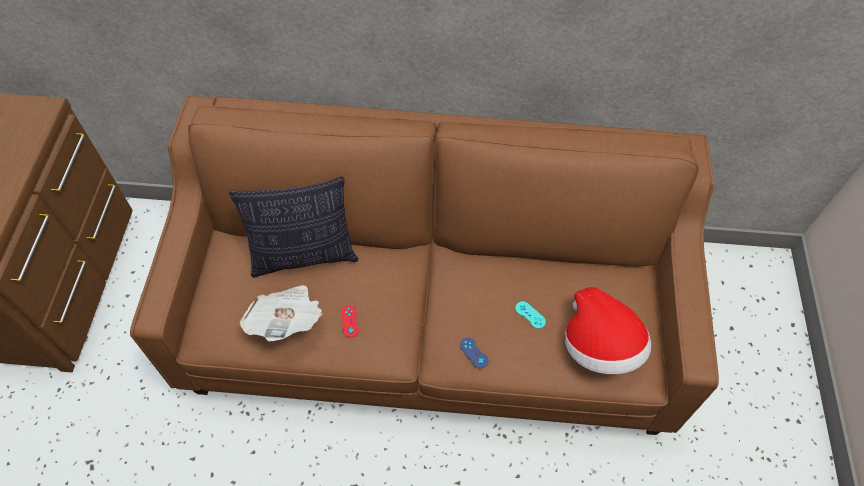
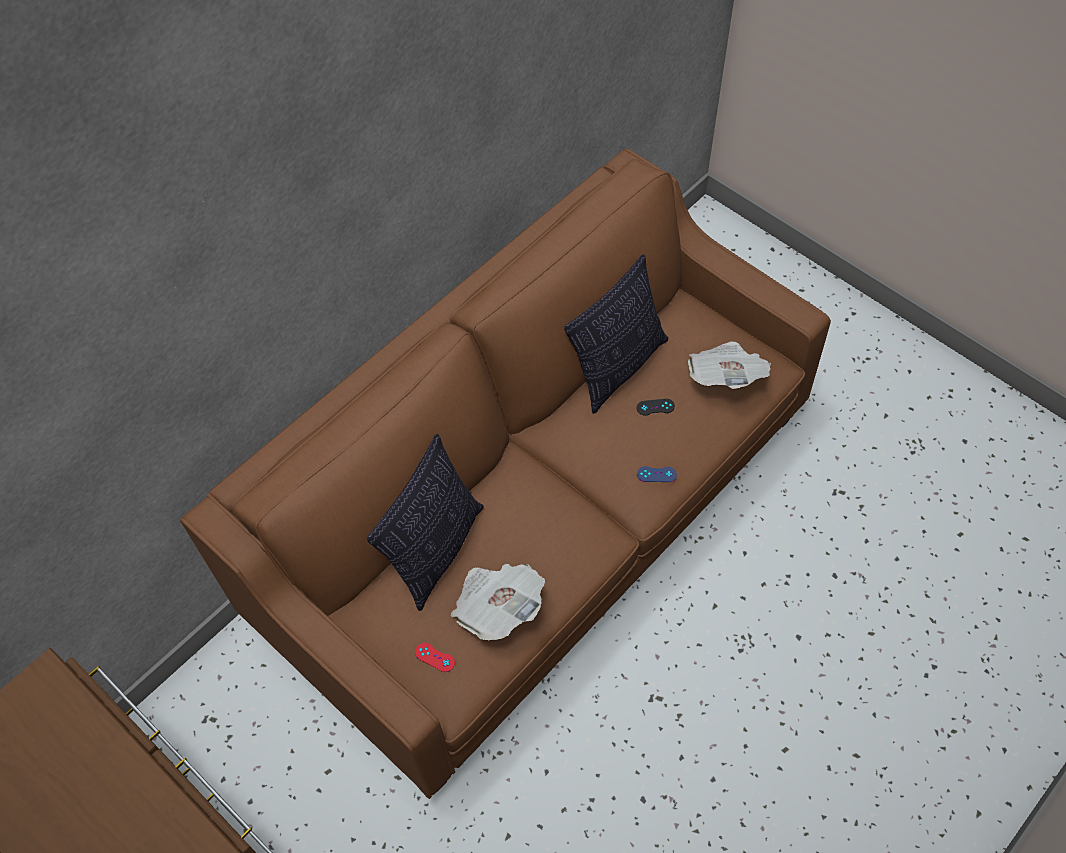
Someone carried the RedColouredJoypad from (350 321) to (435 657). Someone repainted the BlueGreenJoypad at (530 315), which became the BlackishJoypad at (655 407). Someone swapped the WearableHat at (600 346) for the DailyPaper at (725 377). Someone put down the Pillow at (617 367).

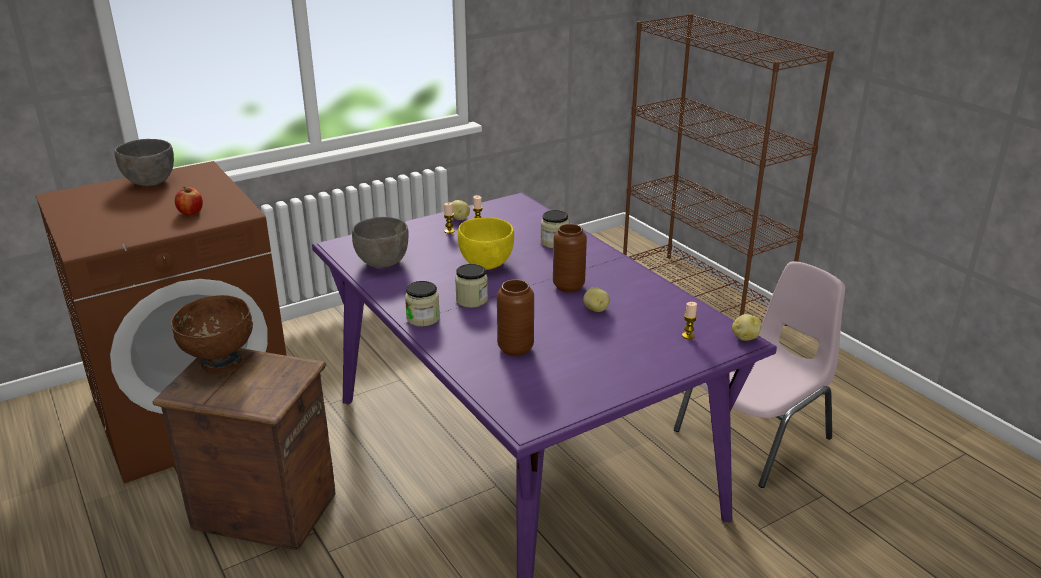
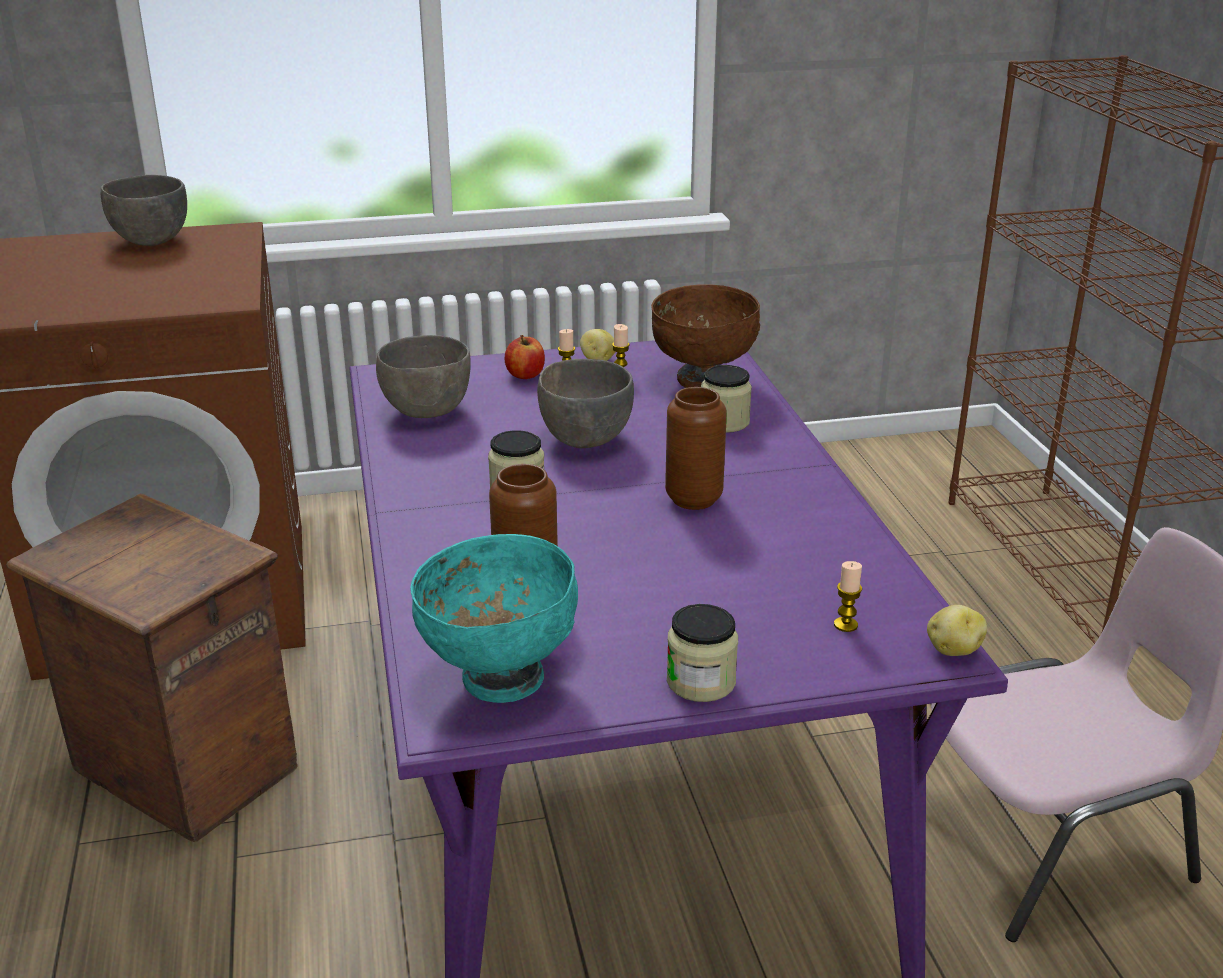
Someone carried the BrownColouredServingBowl from (220 363) to (702 380). Someone carried the Apple from (191 212) to (525 375). Someone carried the StorageJar from (423 318) to (701 682). Someone repainted the YellowColouredServingBowl at (486 263), which became the GreyServingBowl at (585 438). Someone took away the Spud at (595 309). Someone put down the BlueGreenServingBowl at (500 678).

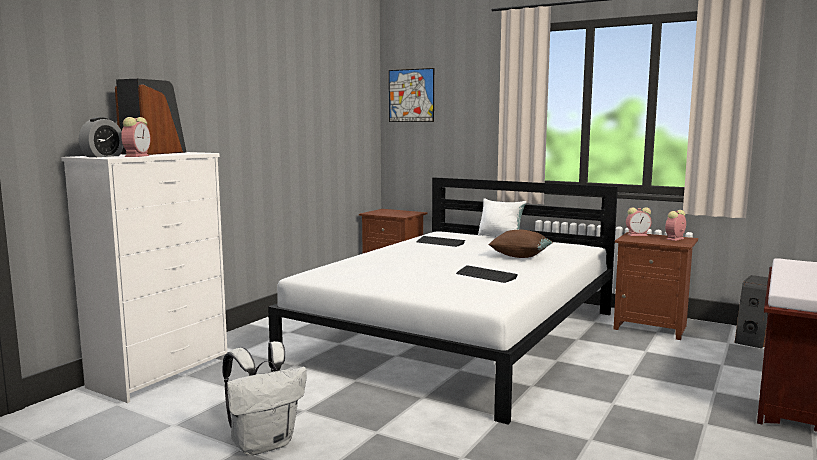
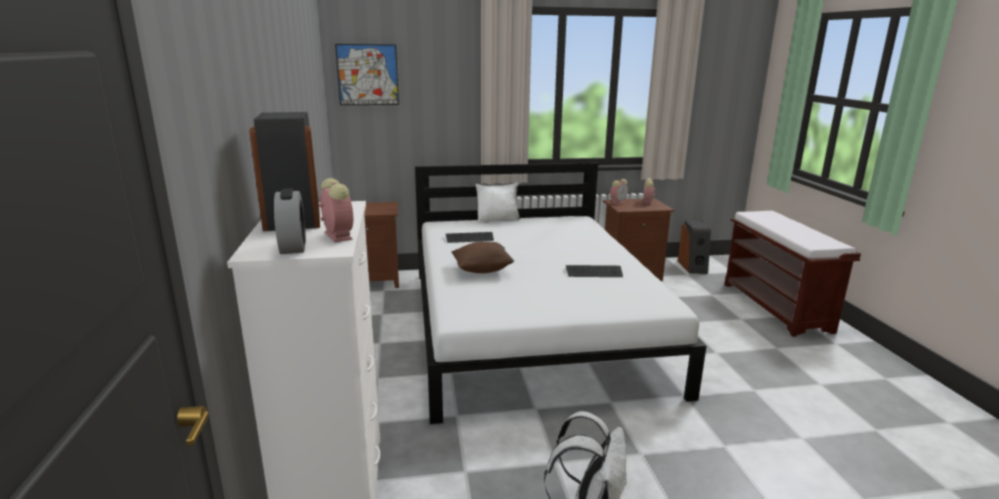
Someone carried the BrownColouredPillow from (520 256) to (482 270).

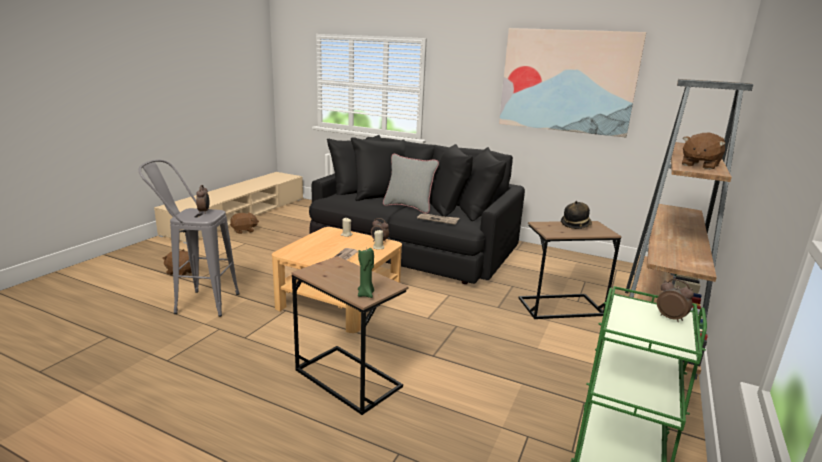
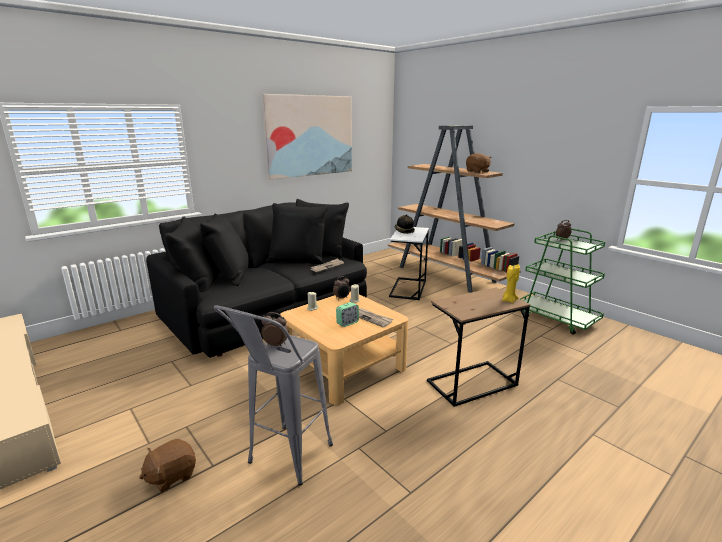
Someone took away the BrownColouredPlushToy at (244 230). Someone repainted the GreenWaxCandle at (366 294), which became the YellowColouredWaxCandle at (509 300). Someone took away the GreyPillow at (409 207). Someone repainted the BrownColouredEndTable at (560 307), which became the WhiteEndTable at (408 288). Someone put down the AlarmClock at (347 323).

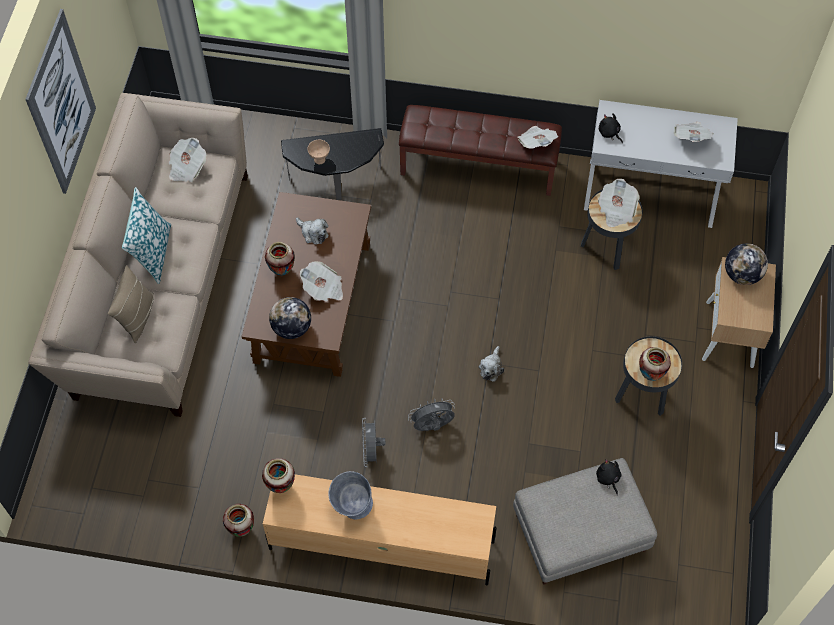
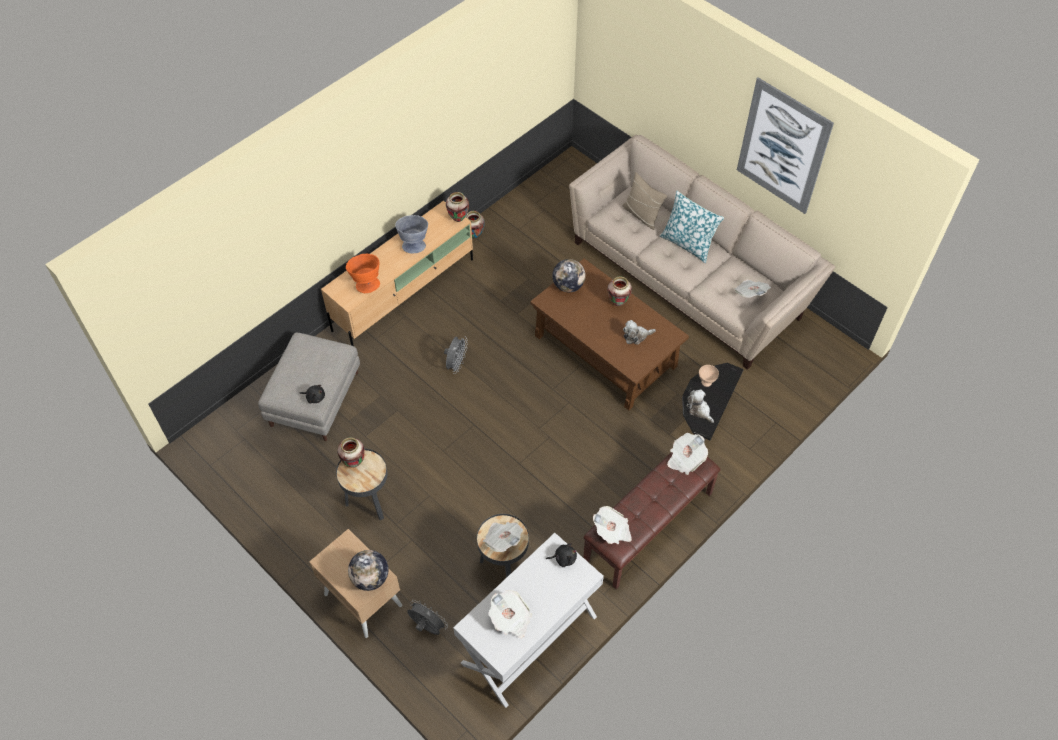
Someone carried the DailyPaper from (323 289) to (685 459). Someone carried the GreyCoolingFan from (371 452) to (427 627). Someone carried the PlushToy from (491 367) to (699 410). Someone put down the OrangeyServingBowl at (366 283).

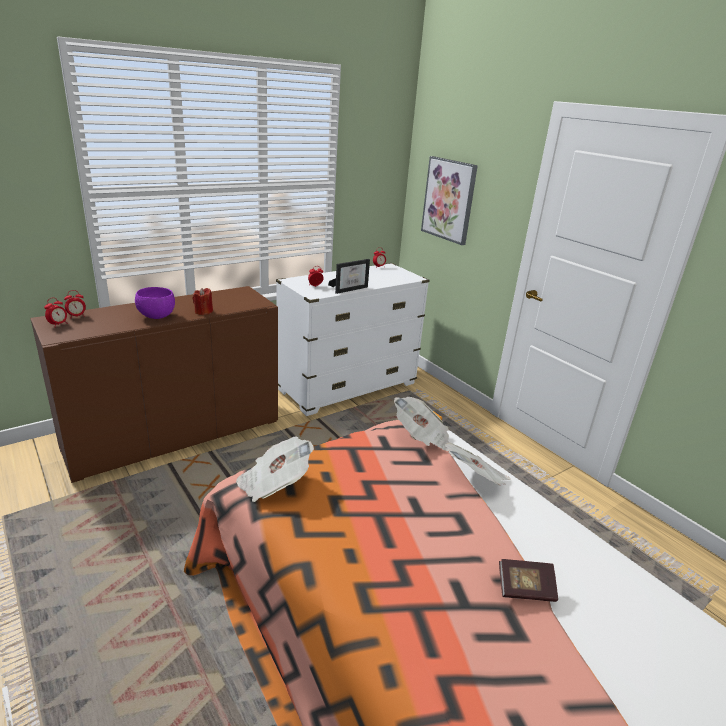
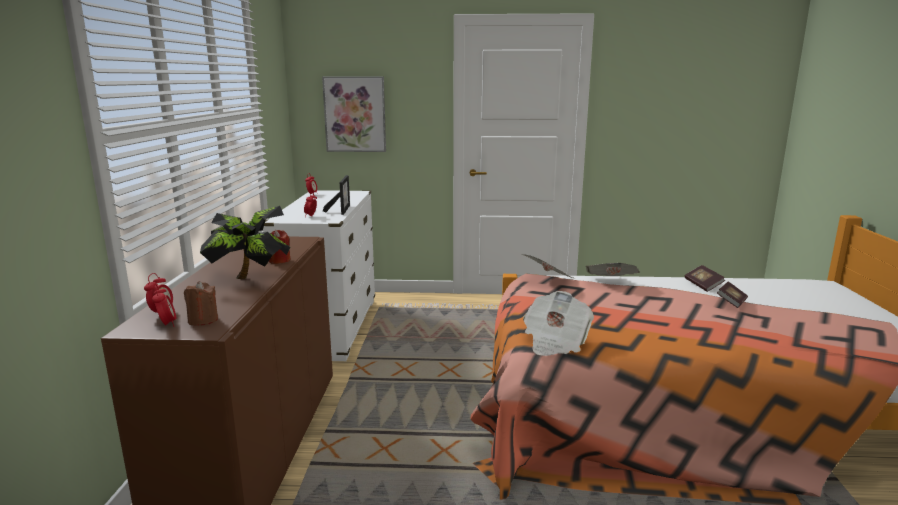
Someone swapped the PurpleServingBowl at (157 317) for the PlantInAPot at (250 278). Someone put down the BrownColouredWaxCandle at (203 320). Someone put down the Book at (703 285).

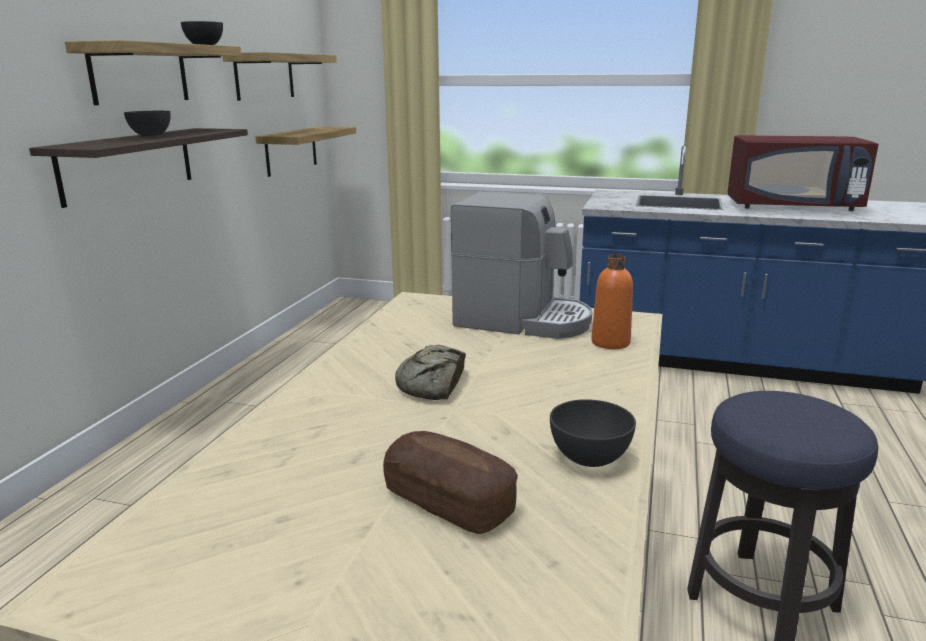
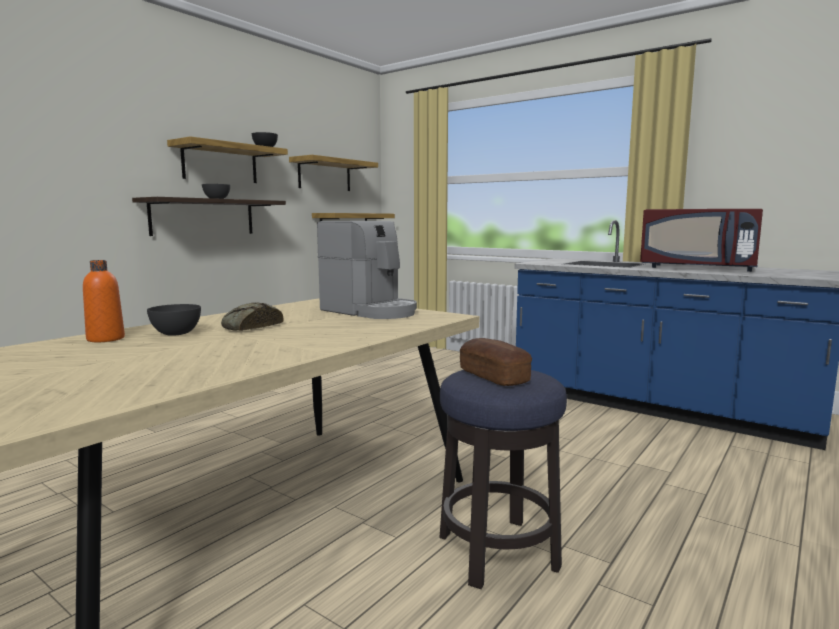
Someone carried the BakeryBread from (449 502) to (493 377). Someone carried the GreyServingBowl from (590 457) to (176 334). Someone carried the OrangeyBottle from (610 343) to (105 339).

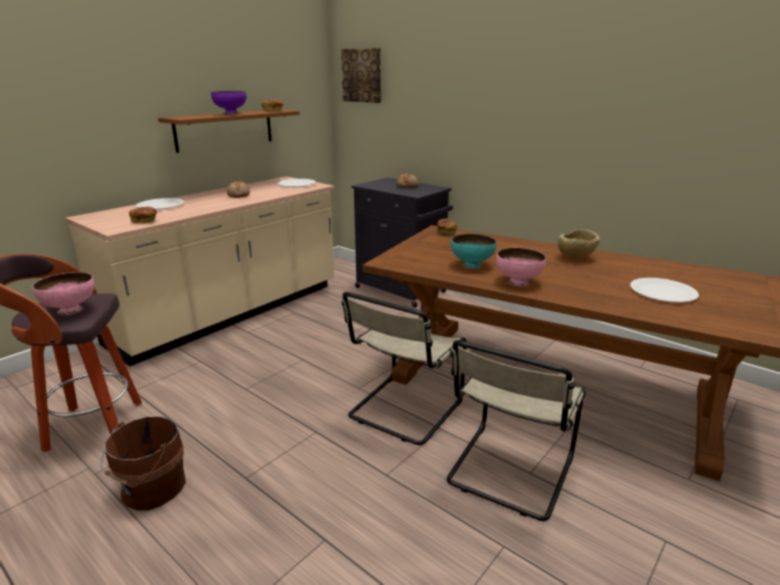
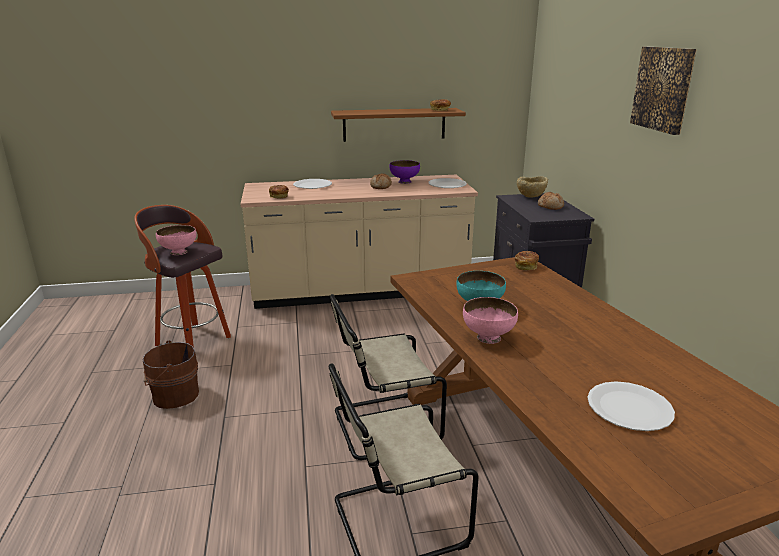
Someone carried the PurpleServingBowl from (230 113) to (404 181). Someone carried the WallArt from (362 75) to (663 89). Someone carried the SandColouredServingBowl from (575 258) to (530 197).

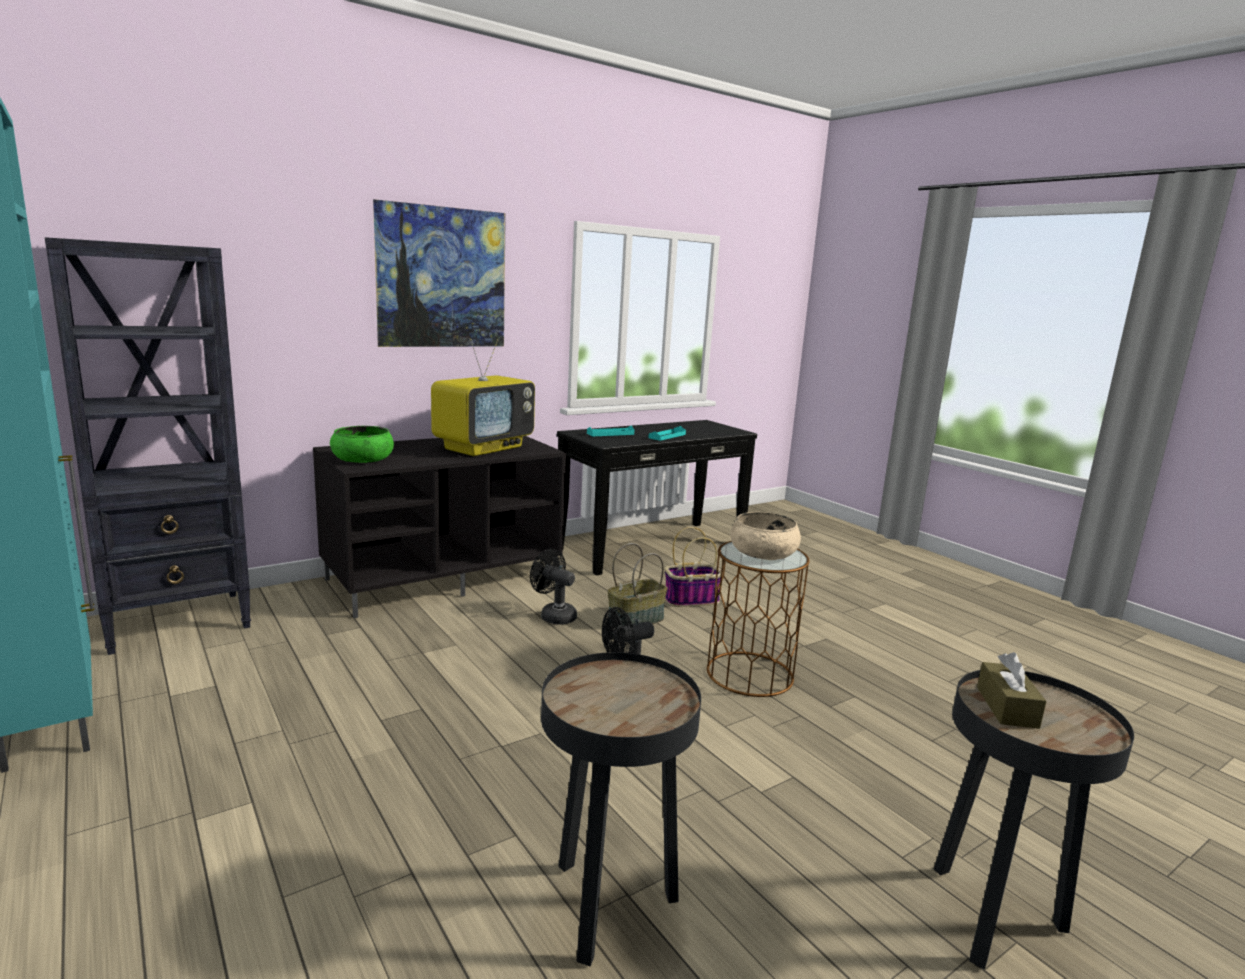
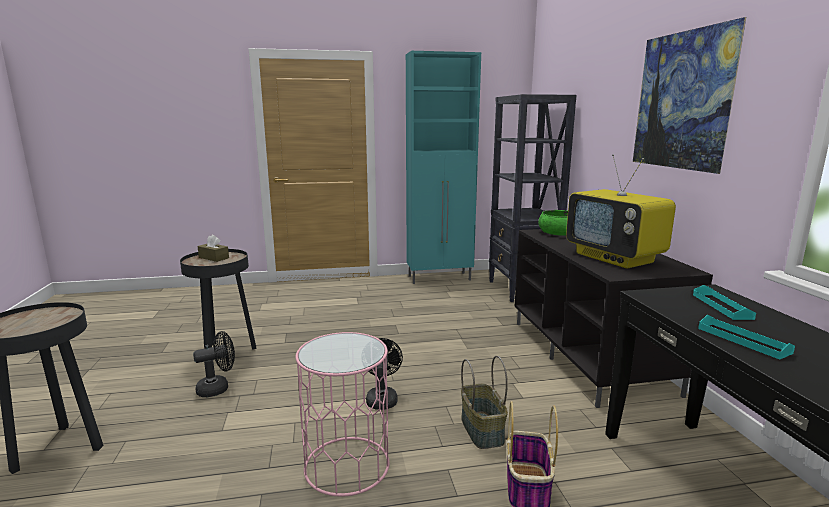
Someone carried the BlackishCoolingFan from (554 615) to (218 388). Someone repainted the BrownColouredEndTable at (750 674), which became the PinkEndTable at (347 465). Someone took away the SandColouredServingBowl at (763 552). Someone carried the BrownColouredTissueBox from (1007 707) to (214 258).

